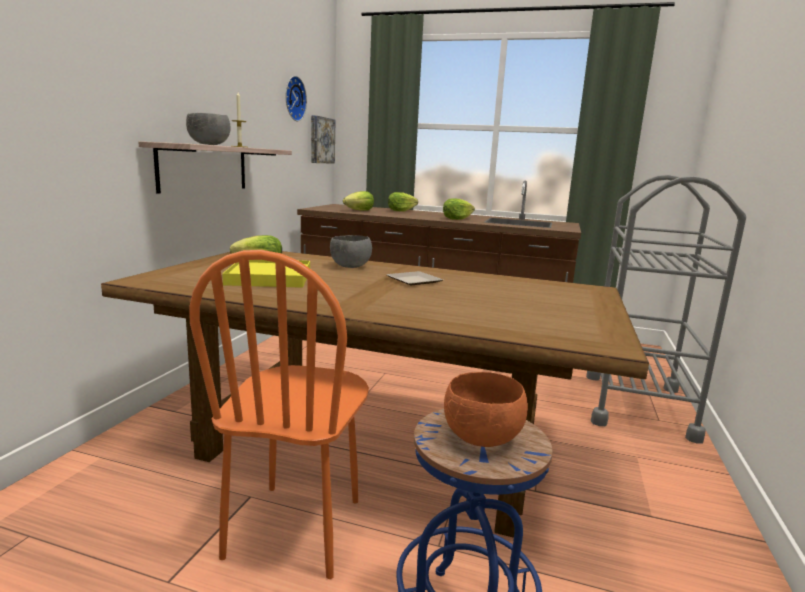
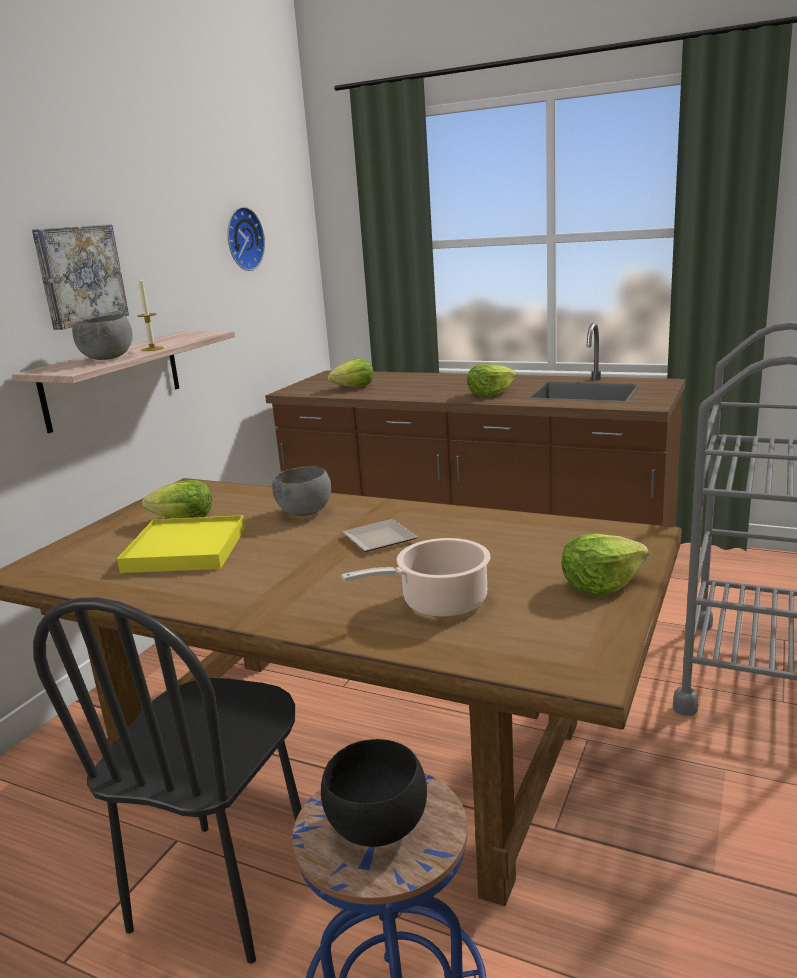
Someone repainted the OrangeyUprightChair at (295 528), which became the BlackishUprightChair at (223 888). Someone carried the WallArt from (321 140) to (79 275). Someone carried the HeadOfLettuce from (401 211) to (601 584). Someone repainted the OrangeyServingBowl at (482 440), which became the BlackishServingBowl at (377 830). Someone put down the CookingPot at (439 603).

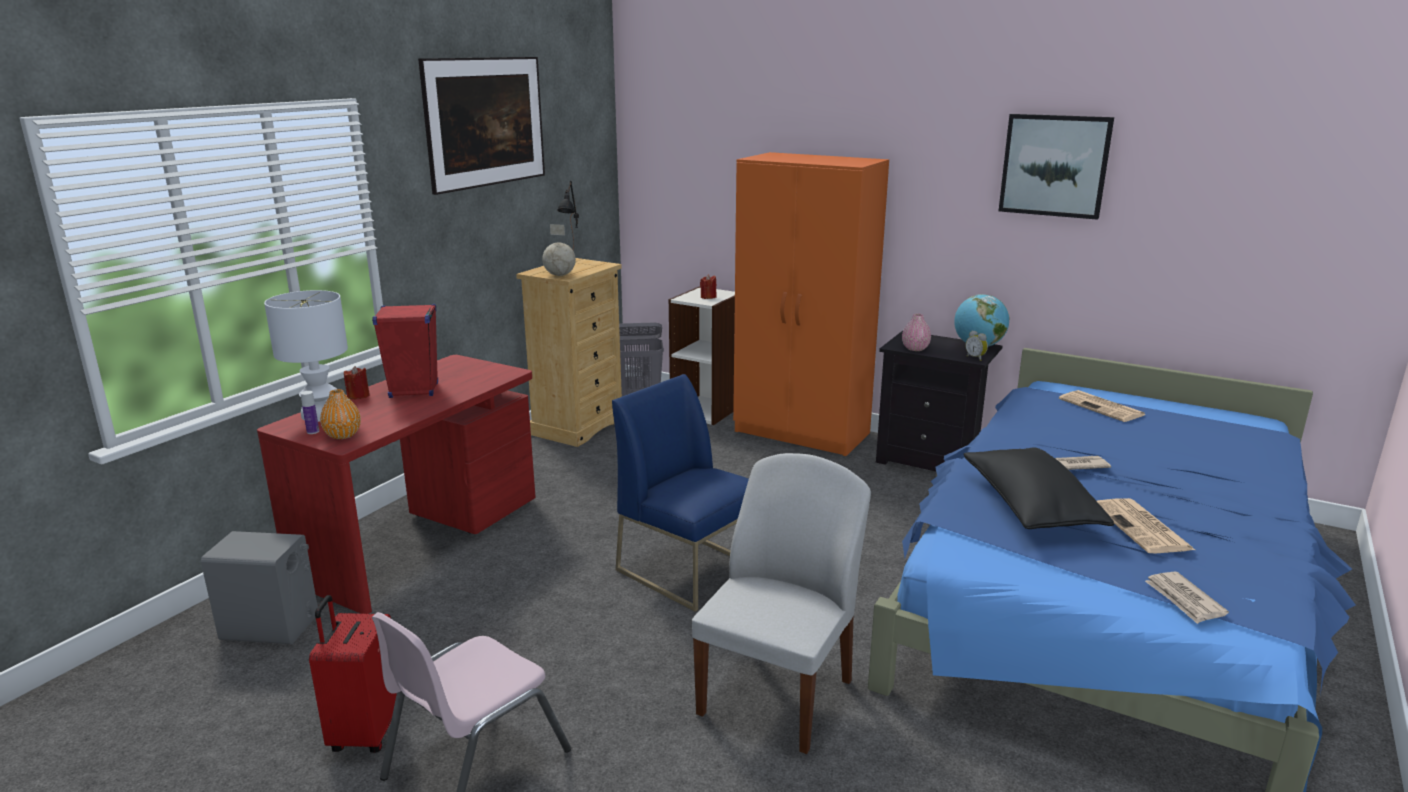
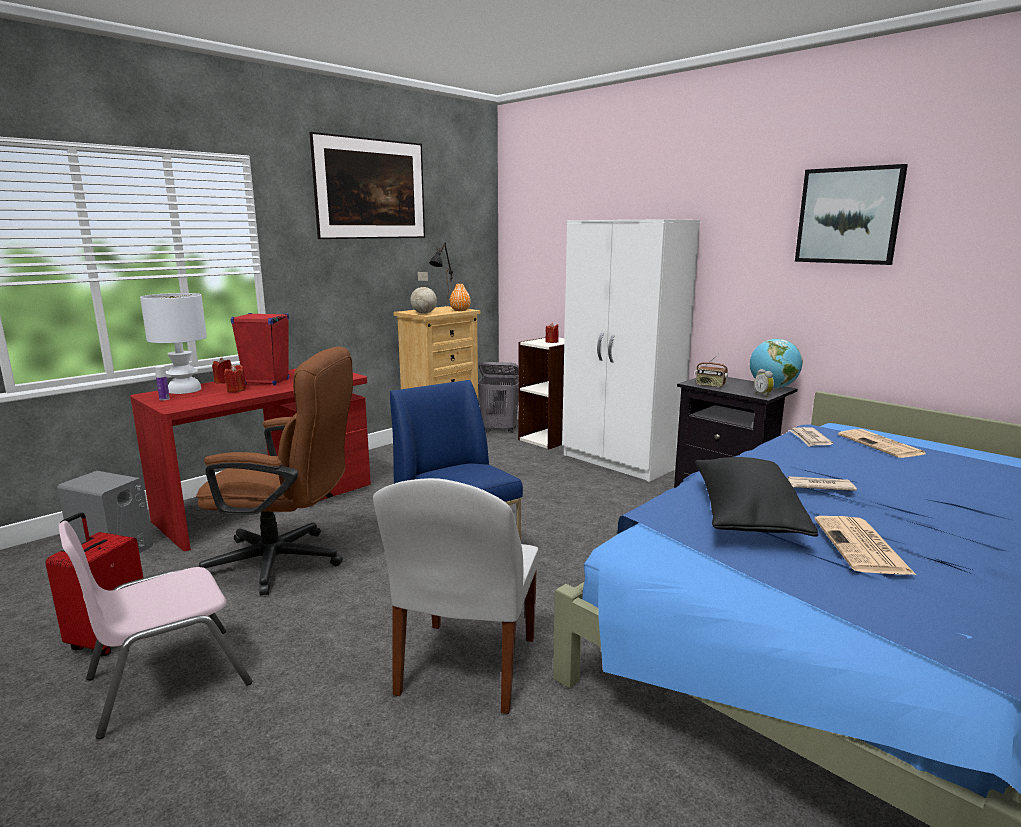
Someone carried the OrangeyFlowerVase from (343 435) to (460 310). Someone rotated the WhiteUprightChair at (778 694) by 150 degrees clockwise. Someone repainted the OrangeyArmoire at (802 433), which became the WhiteArmoire at (620 461). Someone swapped the PinkFlowerVase at (915 349) for the RadioSet at (710 385). Someone carried the DailyPaper from (1184 600) to (810 439). Someone put down the BrownColouredComputerChair at (287 562). Someone put down the RedColouredWaxCandle at (236 390).

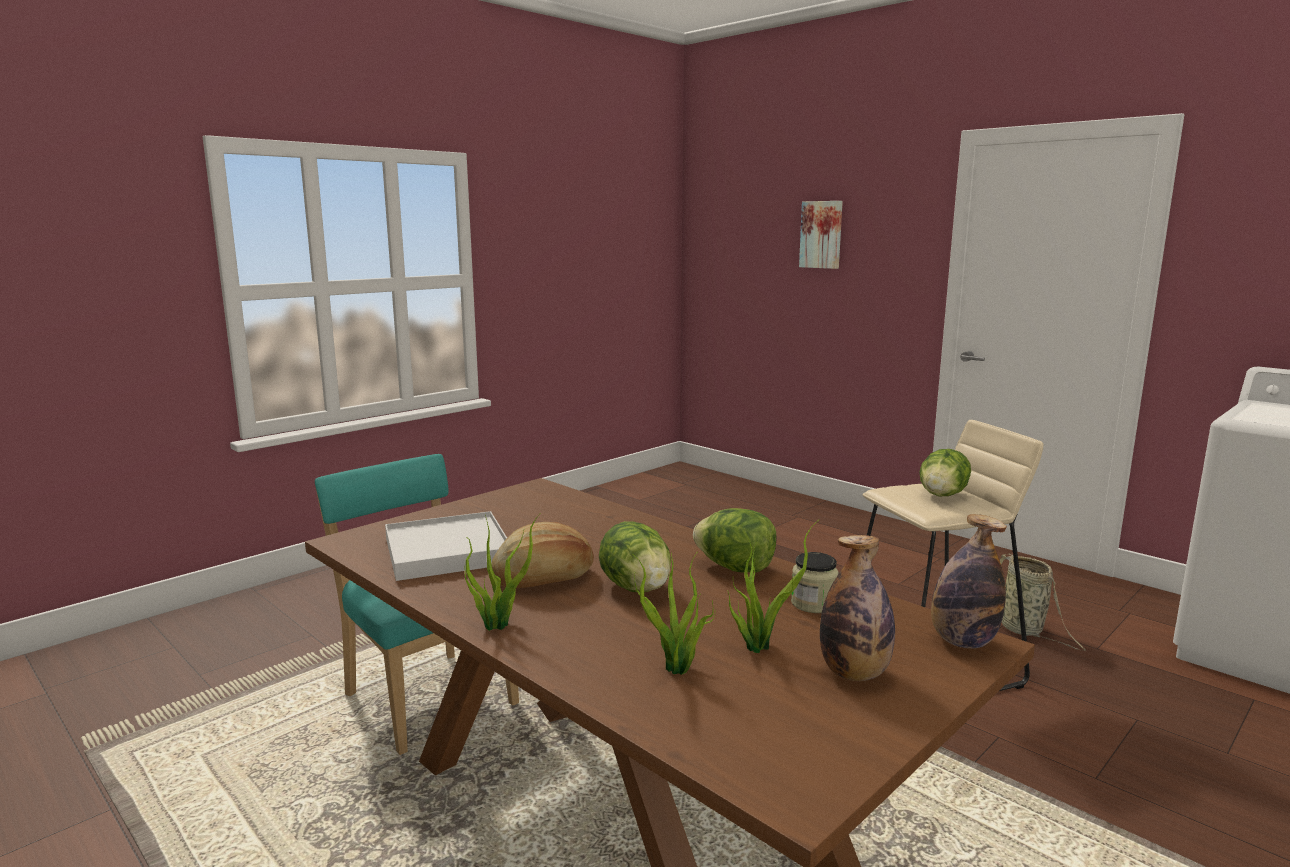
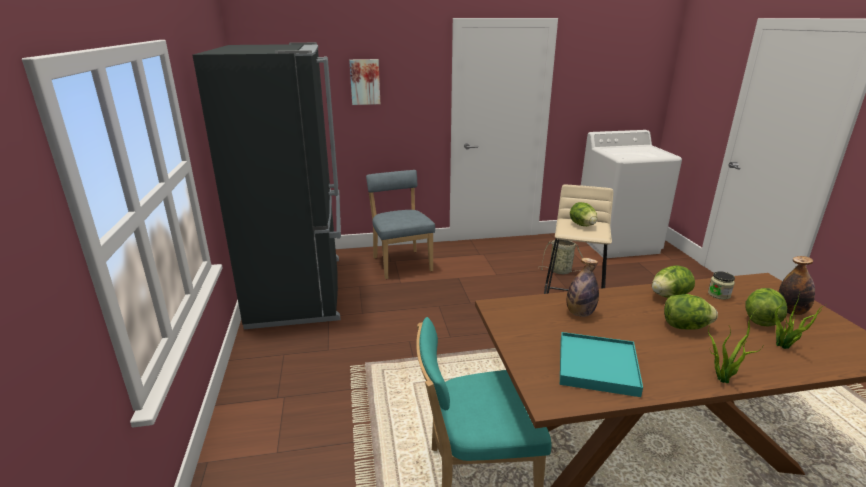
Someone repainted the WhiteServingTray at (447 551), which became the BlueGreenServingTray at (597 367). Someone took away the BakeryBread at (544 578). Someone swapped the PlantInAPot at (759 645) for the HeadOfLettuce at (761 320). Someone carried the Bottle from (962 642) to (580 313). Someone put down the BlackishRefrigerator at (299 290). Someone put down the BlueUprightChair at (401 263).

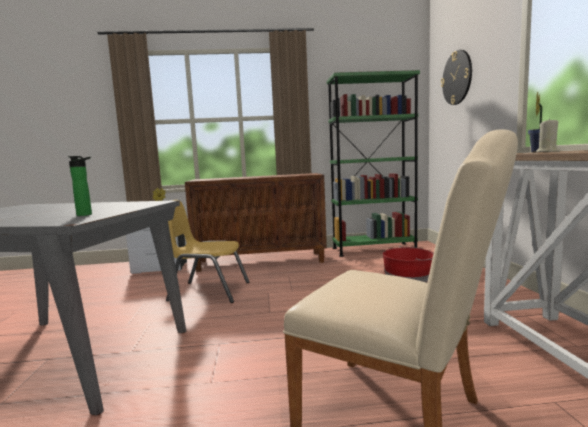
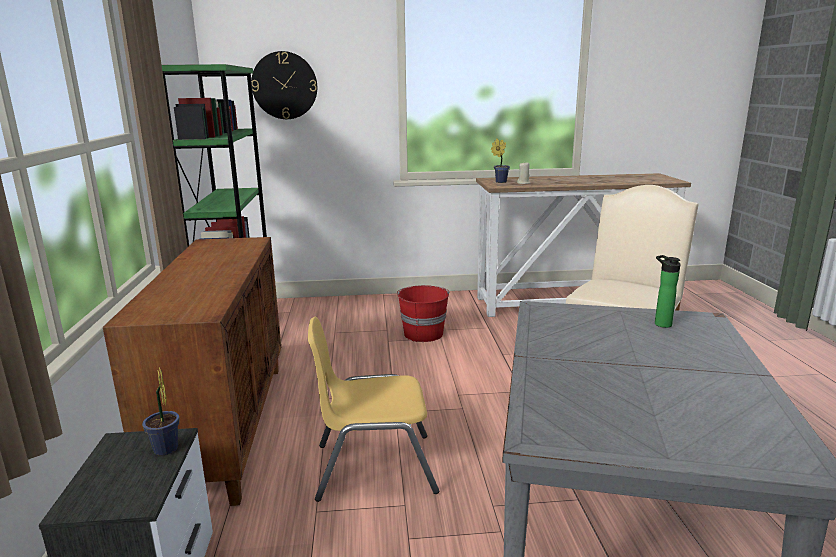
Someone rotated the YellowColouredUprightChair at (209 291) by 75 degrees clockwise.

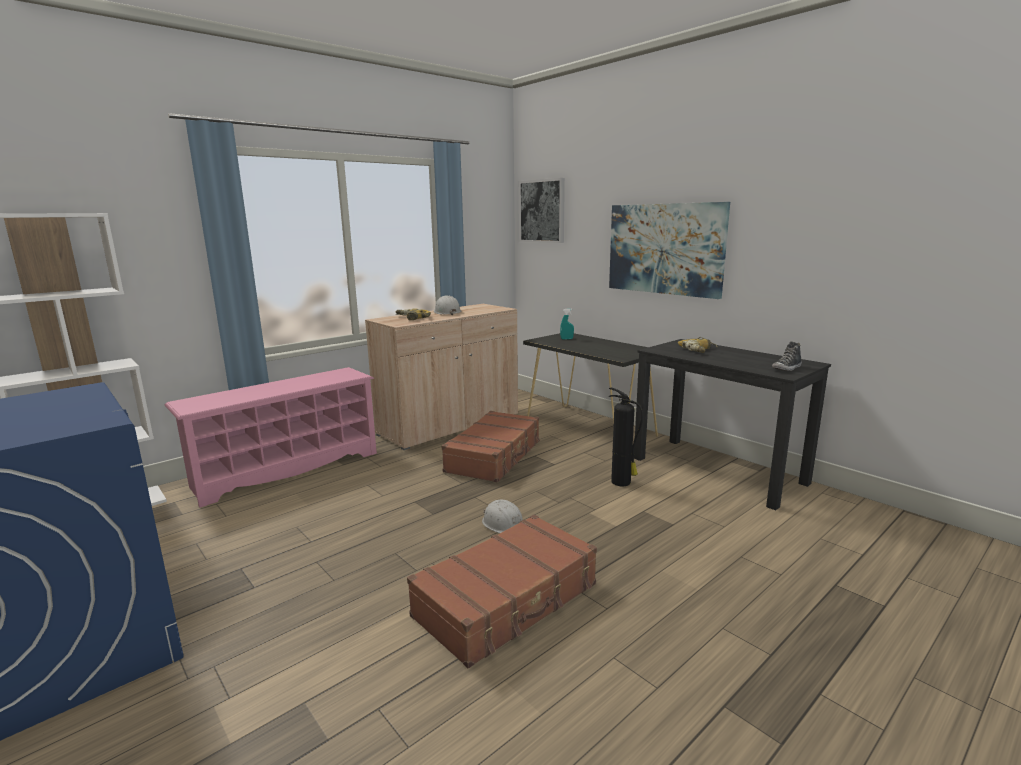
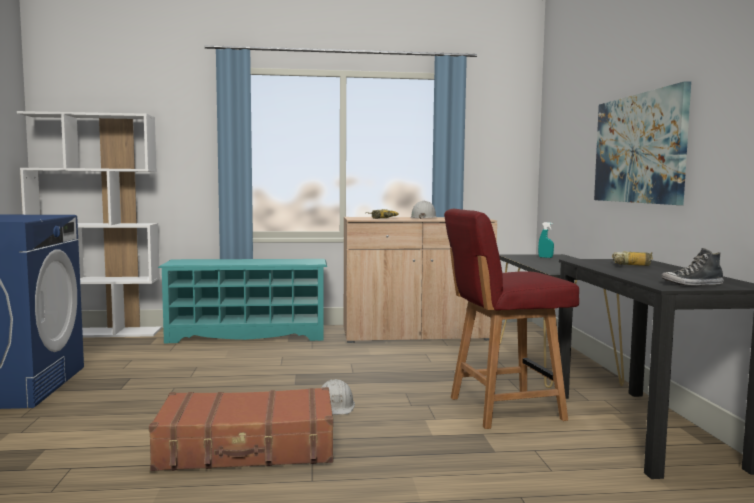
Someone repainted the PinkShoeShelf at (287 469), which became the BlueGreenShoeShelf at (247 336). Someone took away the BrownColouredPieceOfLuggage at (495 456). Someone took away the WallArt at (542 211). Someone swapped the FireExtinguisher at (622 482) for the RedColouredUprightChair at (503 409).

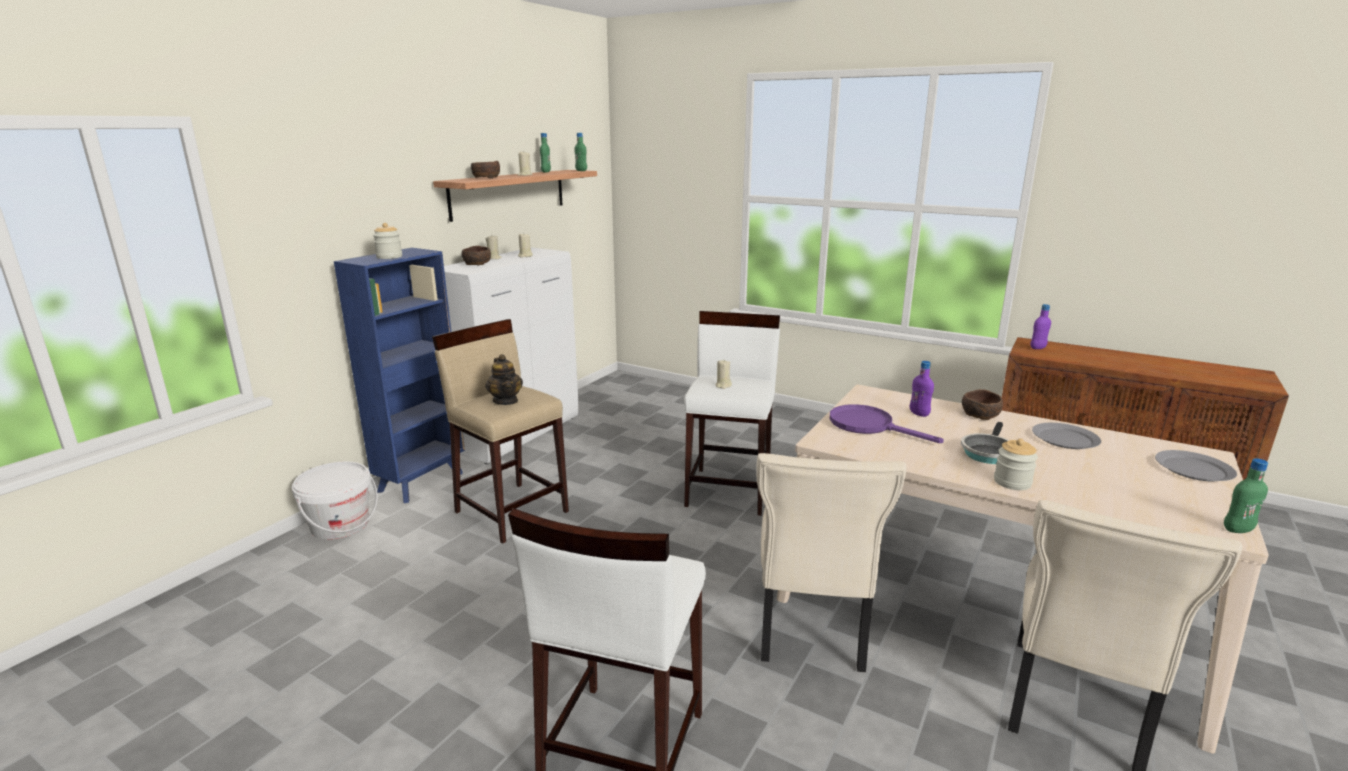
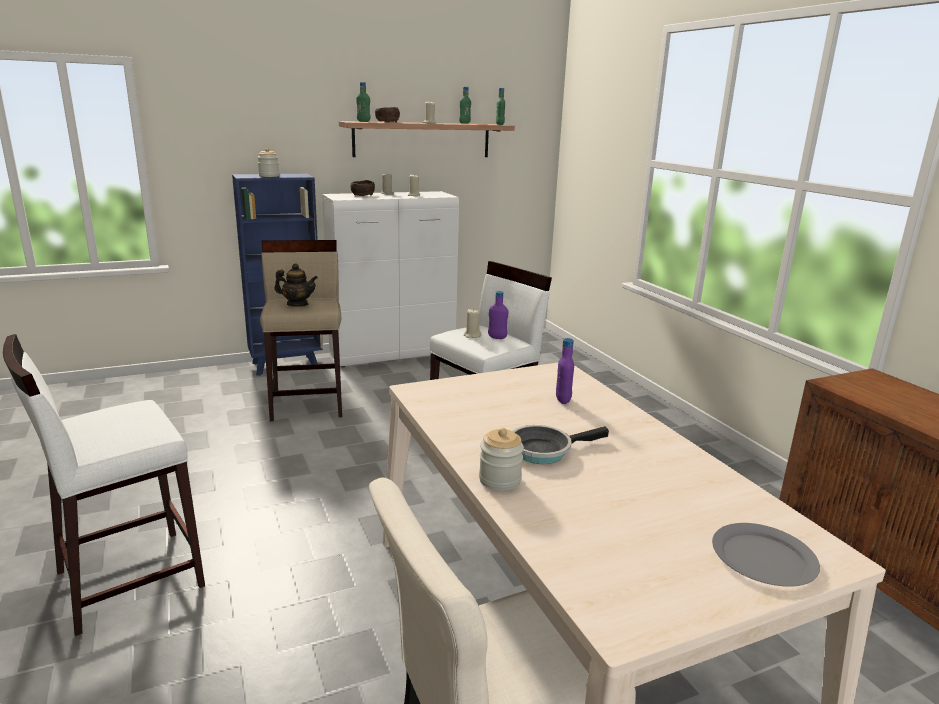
Someone took away the WhiteWaterBucket at (340 525). Someone rotated the TeaPot at (506 401) by 90 degrees counterclockwise. Someone took away the SandColouredUprightChair at (810 629). Someone took away the PurplePan at (869 426). Someone took away the BrownColouredServingBowl at (980 415). Someone carried the PurpleBottle from (1038 348) to (497 337). Someone took away the GreyFlatDish at (1065 439). Someone carried the GreenBottle from (1237 530) to (363 121).

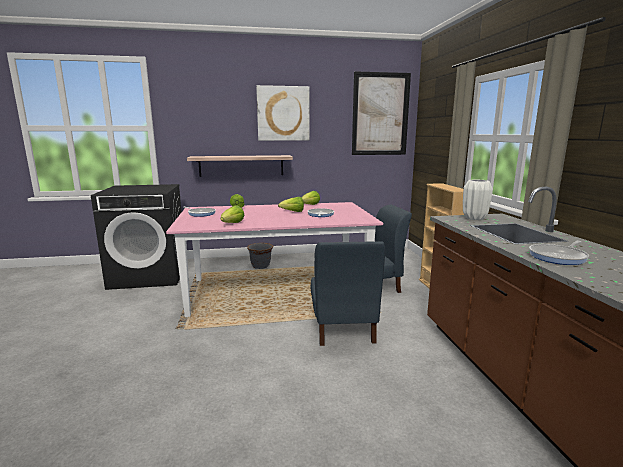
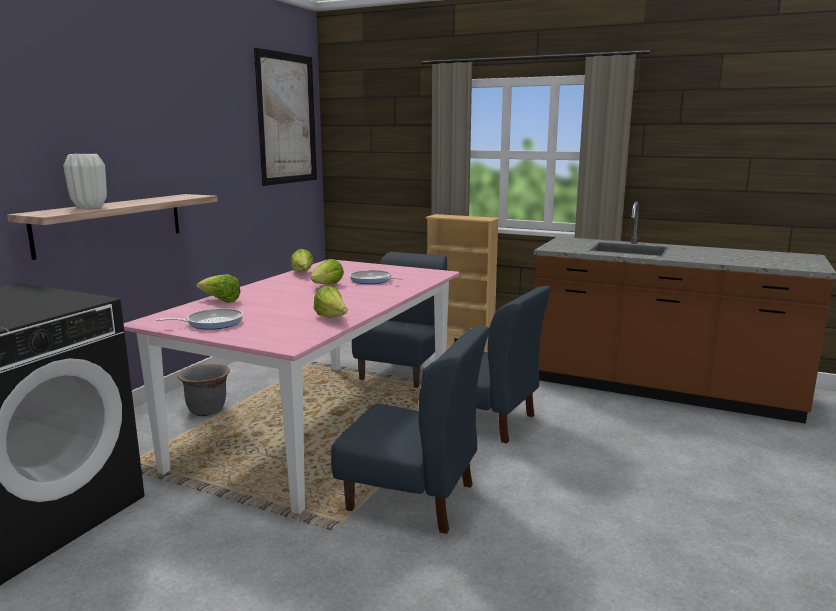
Someone took away the WallArt at (283 113). Someone carried the WhiteFlowerVase from (474 218) to (89 207). Someone took away the Pan at (559 257). Someone put down the BlueUprightChair at (412 498).

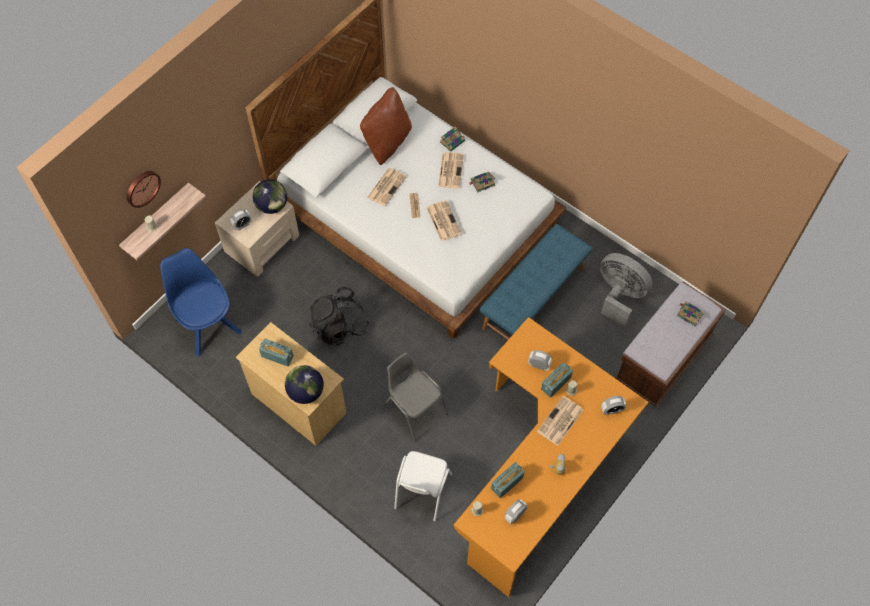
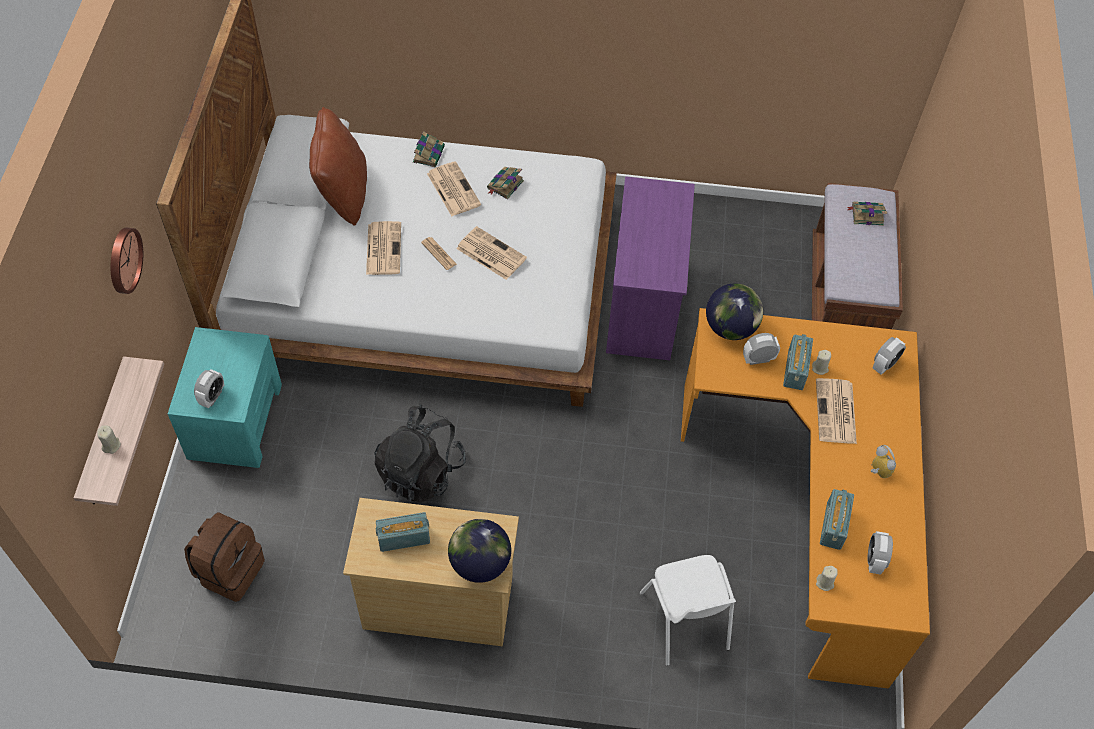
Someone carried the HangingClock from (142 188) to (123 260). Someone swapped the BlueUprightChair at (207 324) for the BrownColouredRucksack at (230 570). Someone repainted the SandColouredBedsideTable at (262 243), which became the BlueGreenBedsideTable at (235 420). Someone carried the WorldGlobe from (272 206) to (730 327). Someone took away the GreyUprightChair at (415 409). Someone swapped the BlueLongSeat at (533 298) for the PurpleDresser at (643 306). Someone took away the GreyCoolingFan at (619 295).

